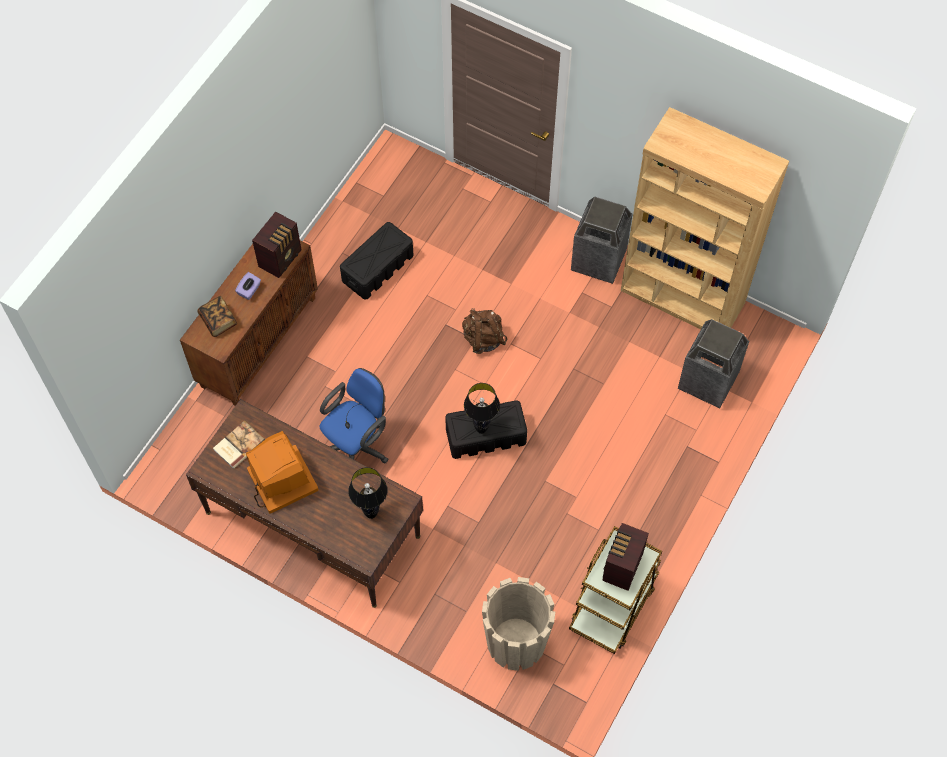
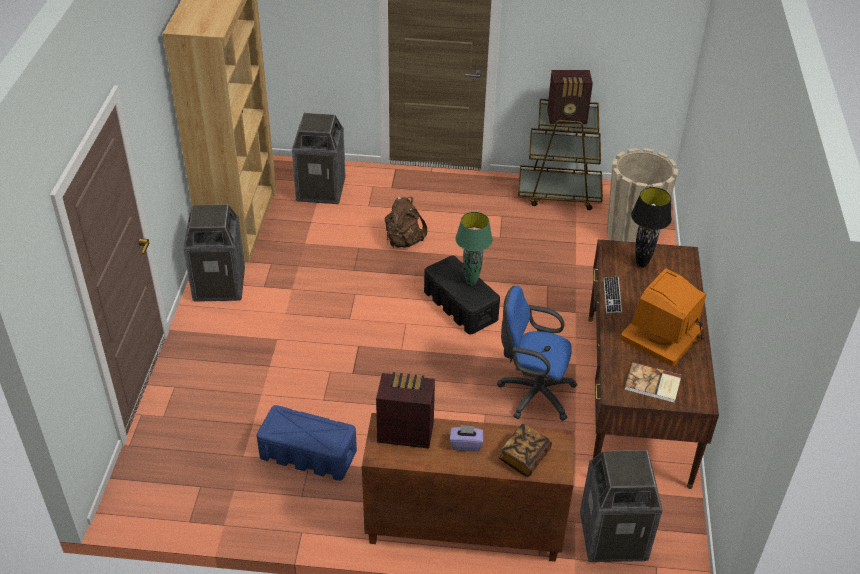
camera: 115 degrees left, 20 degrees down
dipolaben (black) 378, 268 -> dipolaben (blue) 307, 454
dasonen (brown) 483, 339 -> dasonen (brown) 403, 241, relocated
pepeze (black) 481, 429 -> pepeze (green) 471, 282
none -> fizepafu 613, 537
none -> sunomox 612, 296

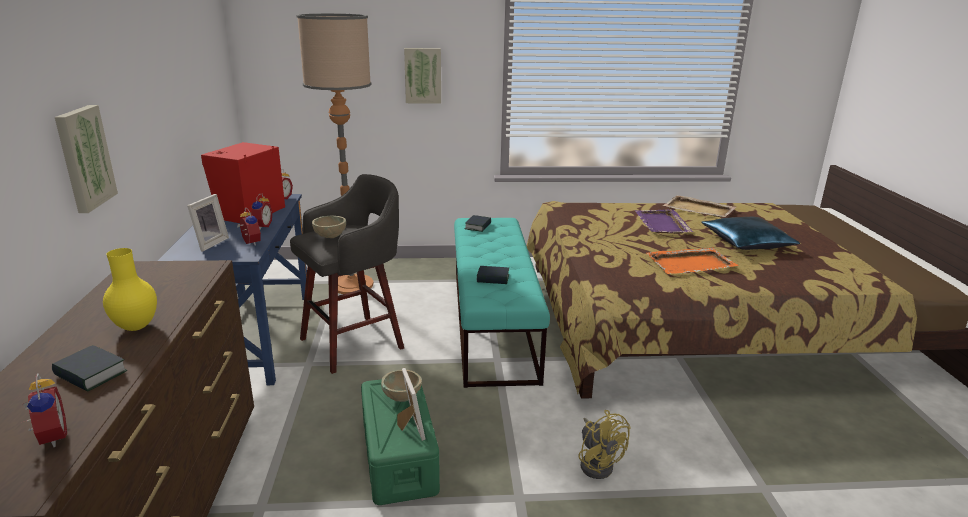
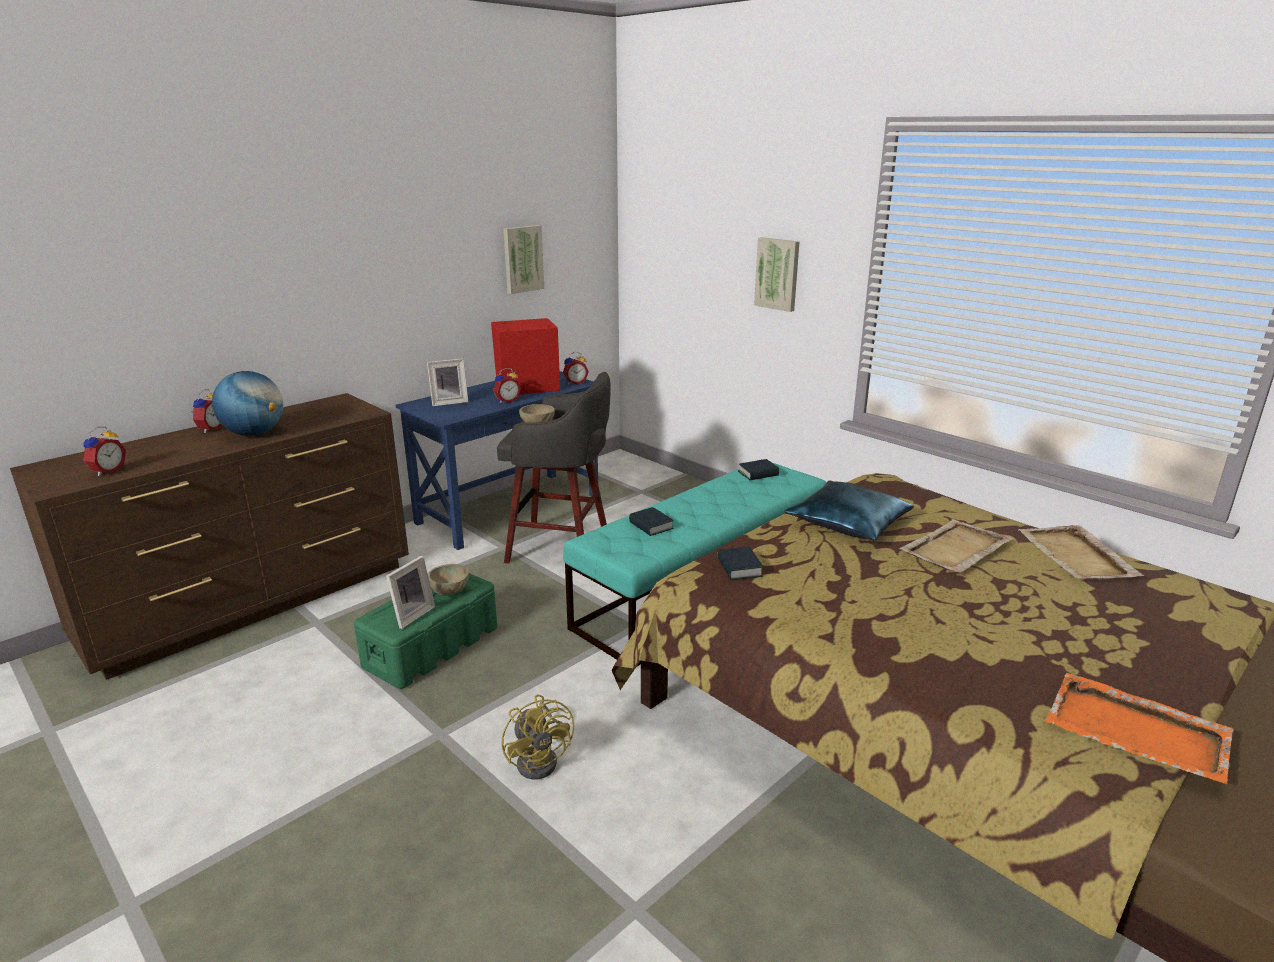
camera: 50 degrees right, 0 degrees up
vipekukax 249, 243 -> vipekukax 210, 429, relocated
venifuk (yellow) 135, 327 -> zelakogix 254, 433
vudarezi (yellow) 597, 463 -> vudarezi (yellow) 542, 759, 45 degrees counterclockwise
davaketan 83, 158 -> davaketan 522, 259, relocated
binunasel 91, 374 -> binunasel 739, 568, relocated
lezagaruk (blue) 747, 243 -> lezagaruk (blue) 848, 522, relocated
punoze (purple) 662, 224 -> punoze (beige) 954, 549
punoze (orange) 691, 263 -> punoze (orange) 1138, 732, relocated
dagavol 351, 284 -> none

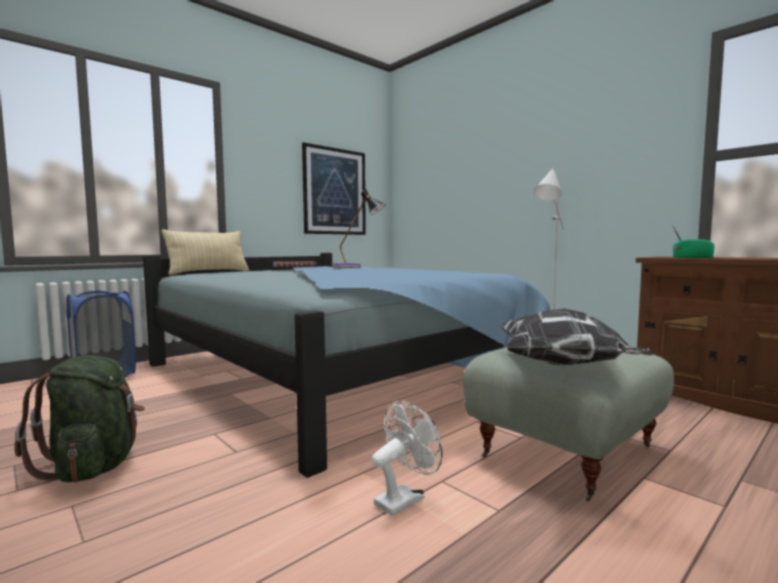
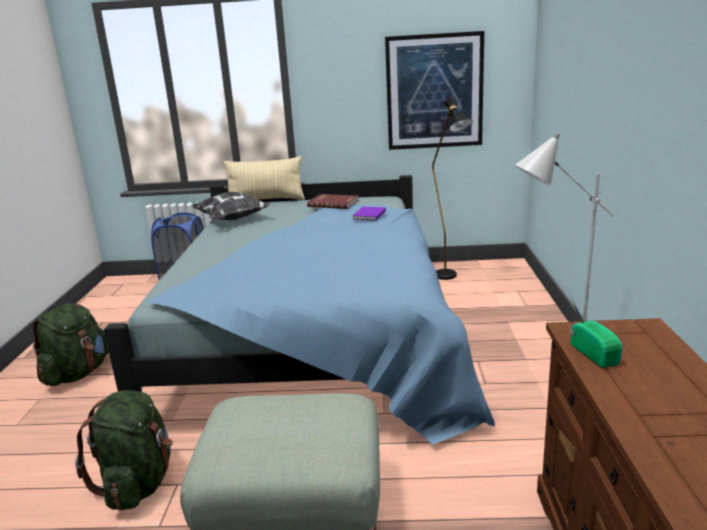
camera: 45 degrees right, 15 degrees up
vudarezi (white) 404, 498 -> dasonen (green) 138, 483
lezagaruk 564, 366 -> lezagaruk 231, 220, relocated

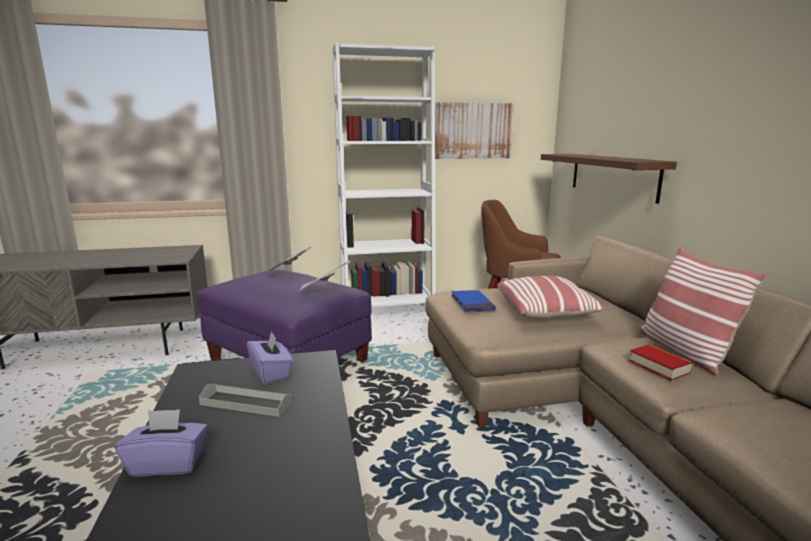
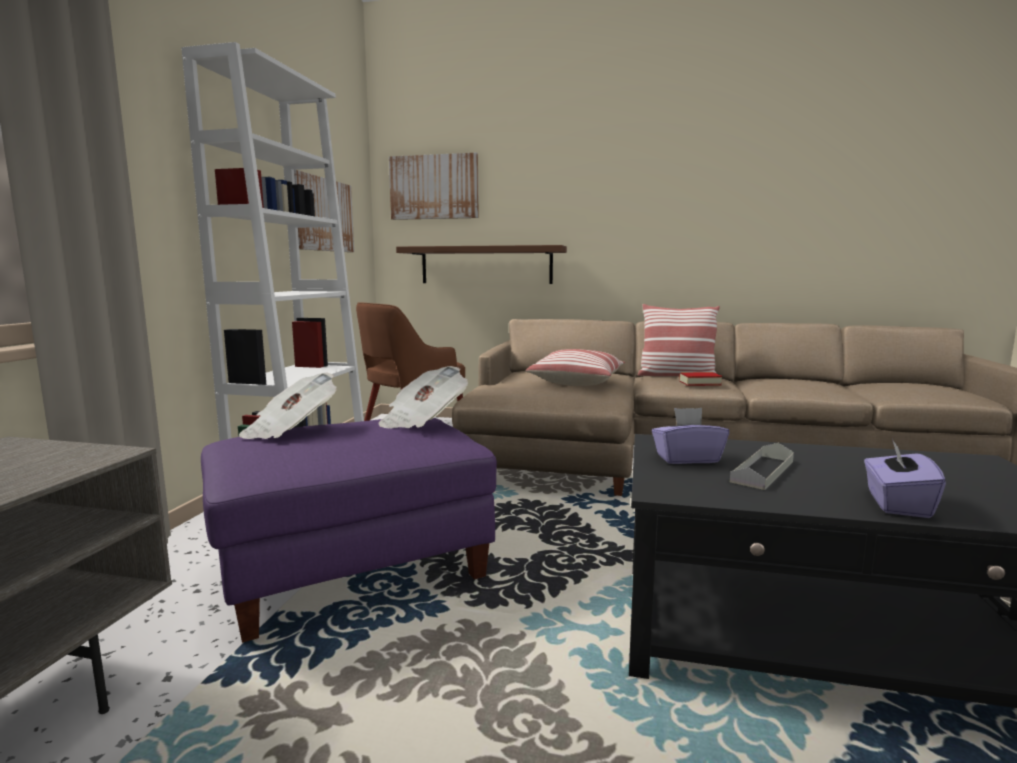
camera: 65 degrees left, 5 degrees down
none -> davaketan 434, 187
binunasel (blue) 472, 303 -> none

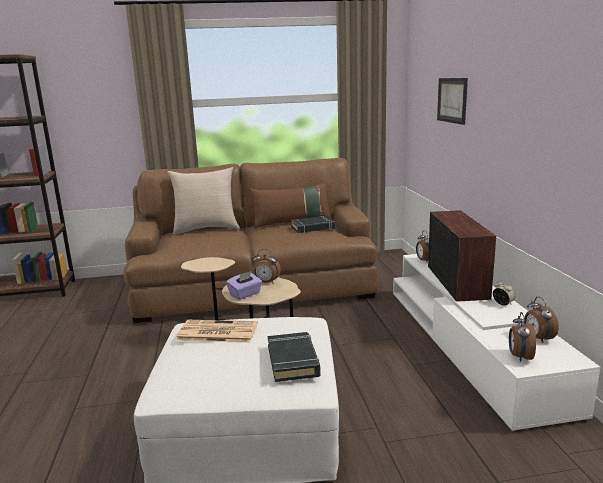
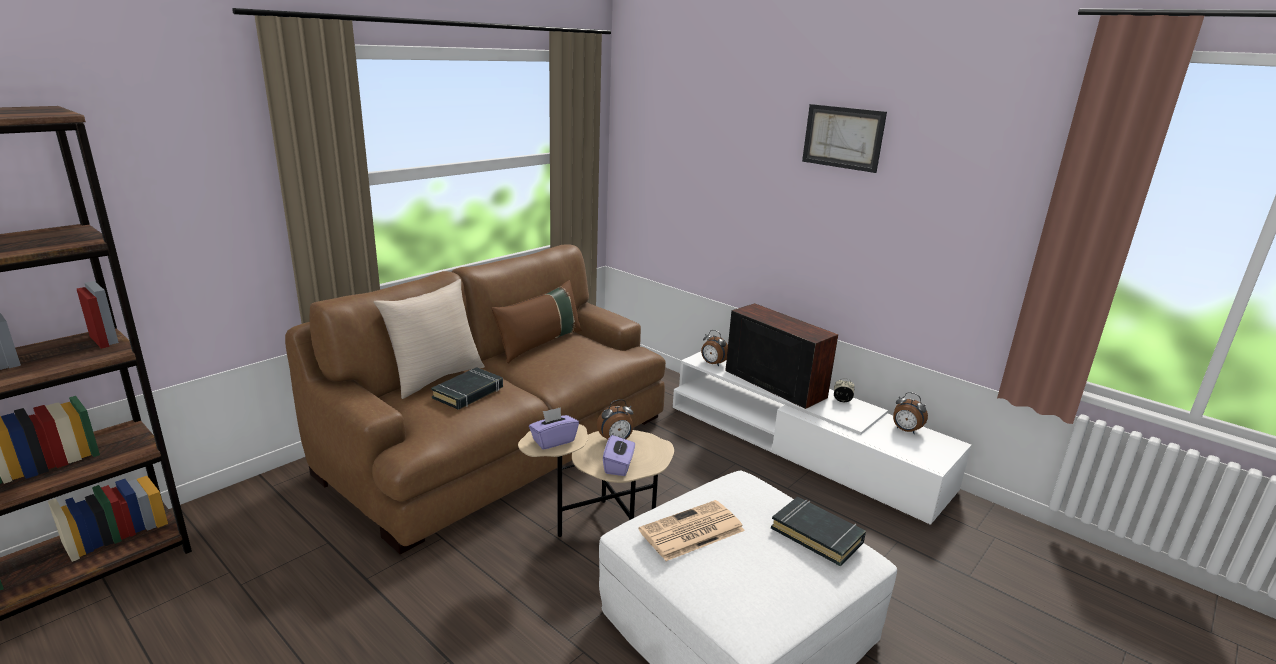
camera: 40 degrees left, 5 degrees up
binunasel (black) 313, 227 -> binunasel (black) 468, 393, relocated
none -> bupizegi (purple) 553, 441
davaketan 452, 100 -> davaketan 843, 137, relocated
vipekukax 519, 357 -> none

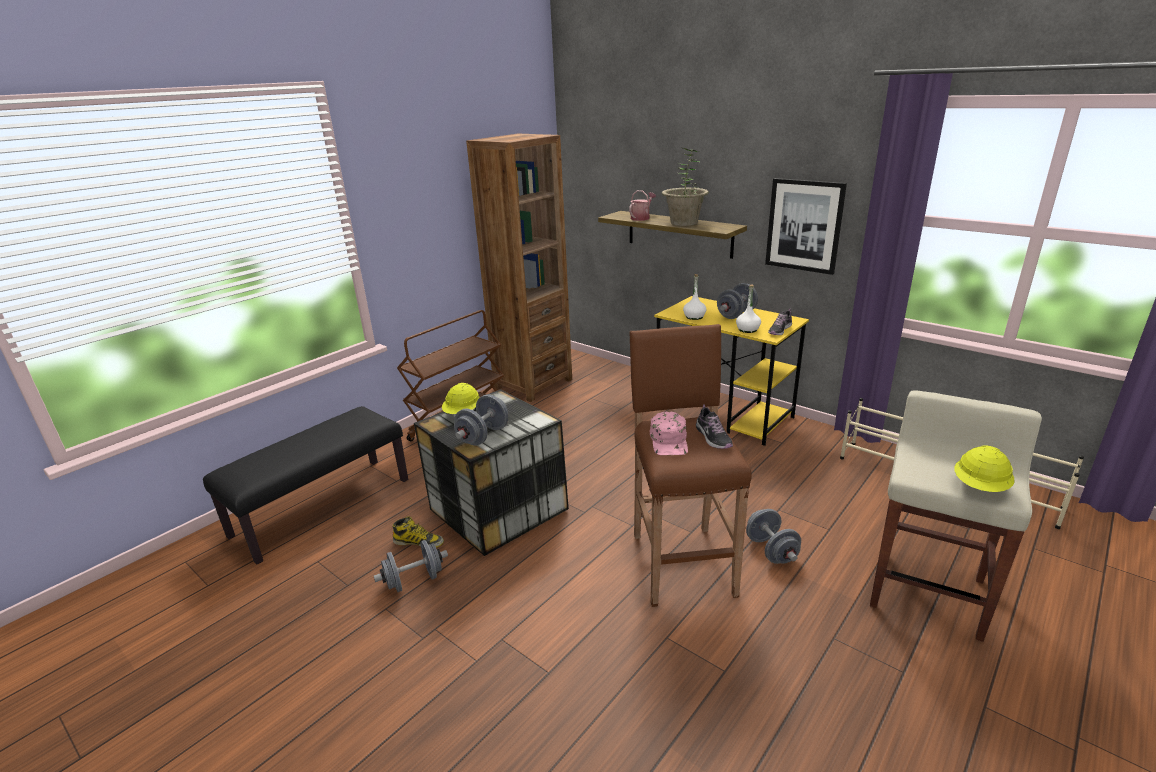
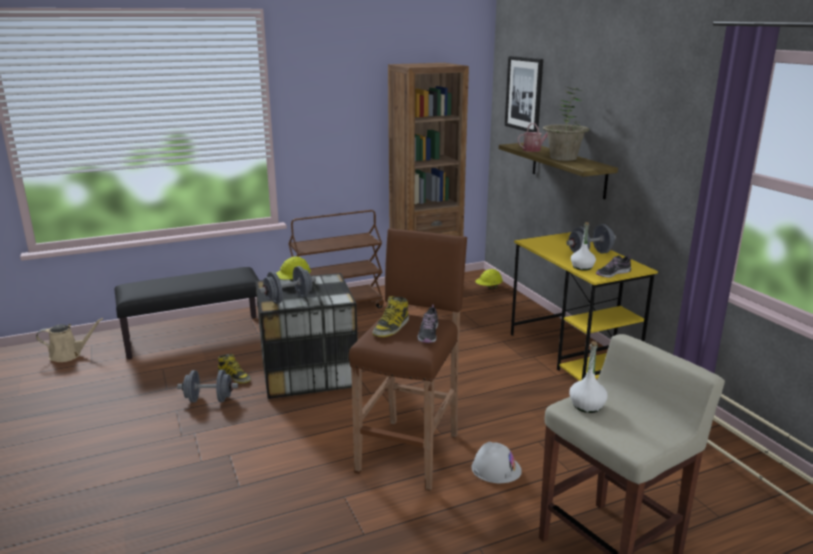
camera: 25 degrees right, 5 degrees down
none -> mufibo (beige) 69, 355
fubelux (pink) 669, 441 -> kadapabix 391, 328
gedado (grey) 771, 550 -> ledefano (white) 496, 468
ledefano (yellow) 980, 488 -> ledefano (yellow) 488, 288, relocated
davaketan 804, 225 -> davaketan 524, 94, relocated
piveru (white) 694, 317 -> piveru (white) 587, 405, relocated

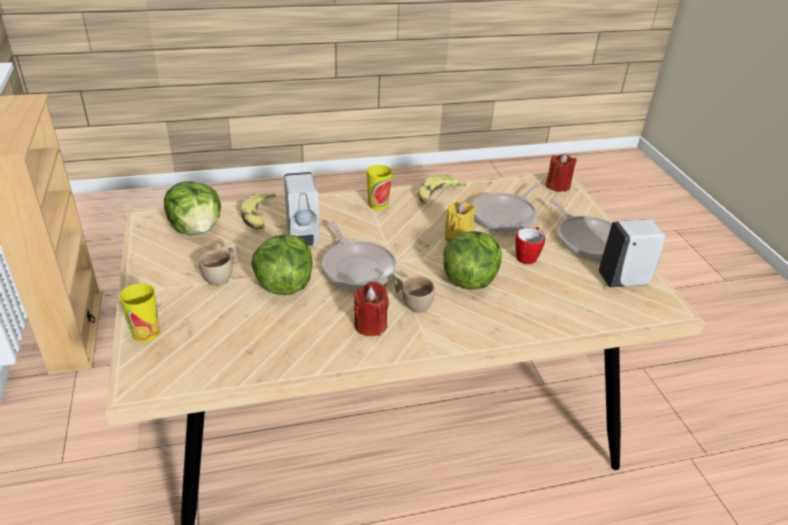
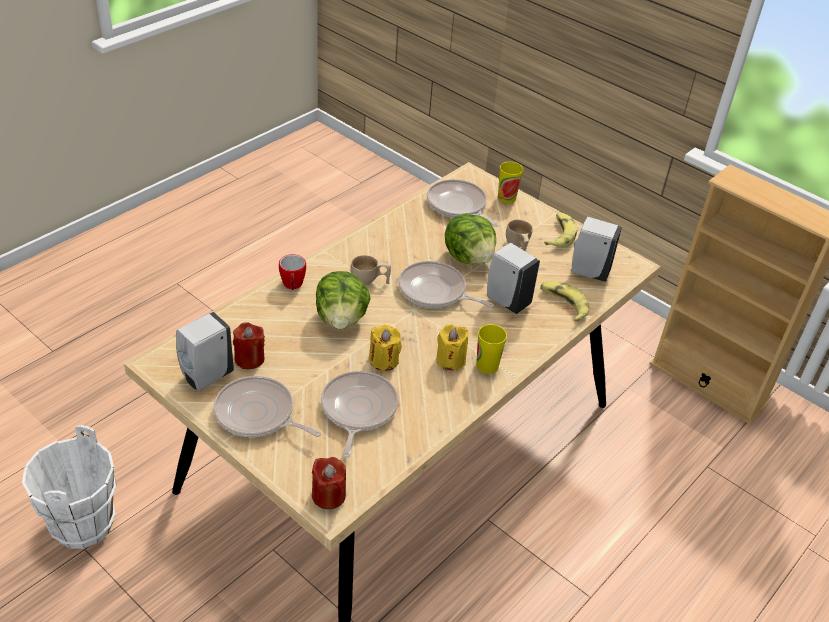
camera: 145 degrees right, 5 degrees up
none -> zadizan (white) 82, 525
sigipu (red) 370, 325 -> sigipu (red) 249, 359, relocated
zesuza 528, 256 -> zesuza 292, 286, relocated
none -> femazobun 458, 206
none -> sigipu (yellow) 450, 360
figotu 437, 194 -> figotu 559, 235, relocated
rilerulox 197, 229 -> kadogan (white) 588, 272

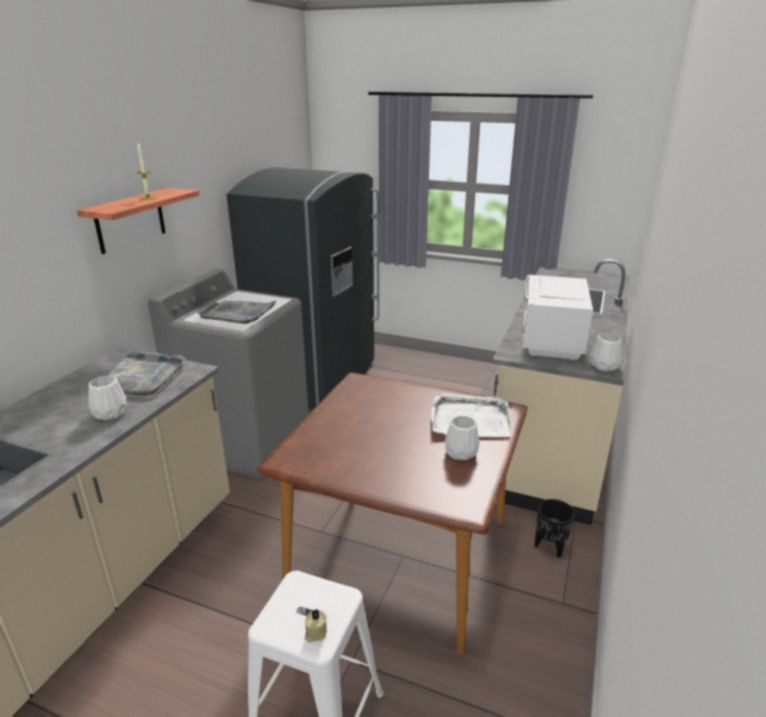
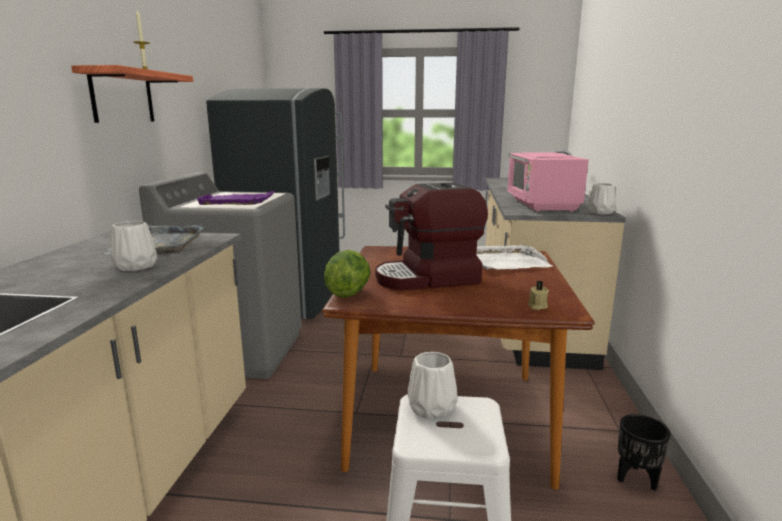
camera: 15 degrees left, 10 degrees down
punoze (grey) 238, 313 -> punoze (purple) 238, 201
none -> rilerulox 348, 293
none -> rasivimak 428, 278
venifuk (white) 461, 453 -> venifuk (white) 432, 408, relocated
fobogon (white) 550, 341 -> fobogon (pink) 541, 205
sigipu (beige) 315, 633 -> sigipu (beige) 537, 306, relocated
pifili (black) 550, 547 -> pifili (black) 636, 479, relocated

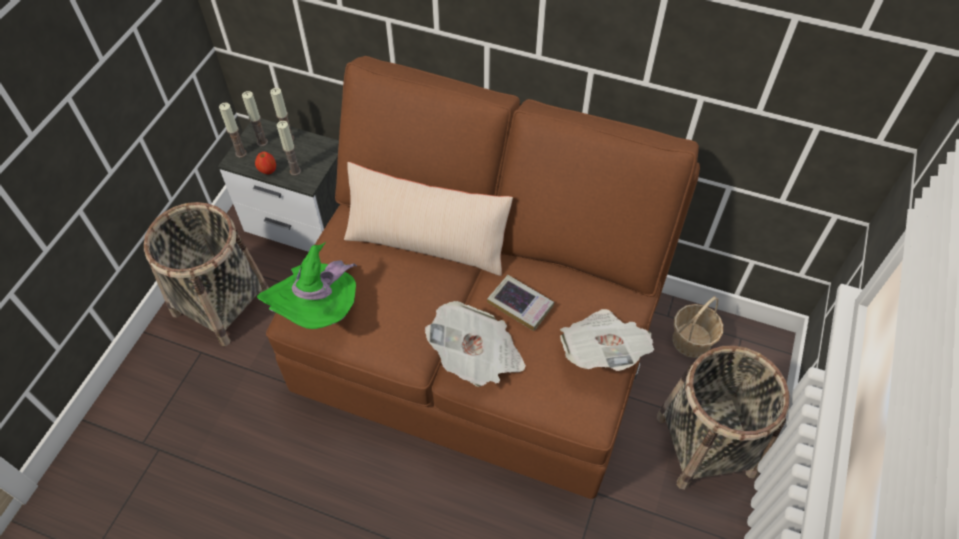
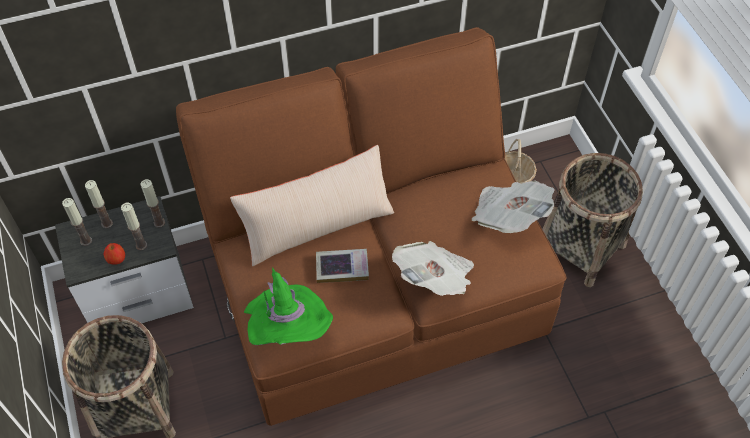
camera: 40 degrees left, 0 degrees up
sigipu 241, 153 -> sigipu 159, 222, relocated
binunasel 520, 305 -> binunasel 342, 268, relocated

